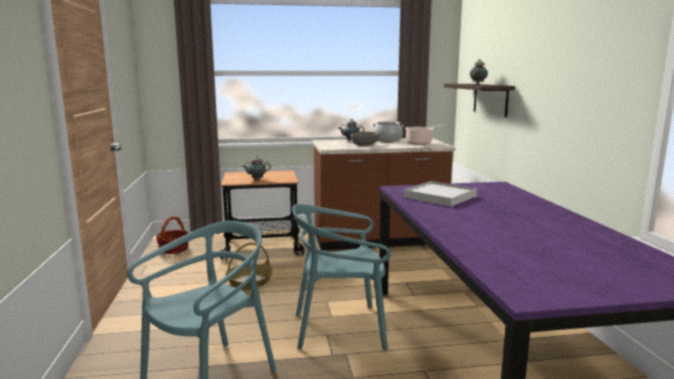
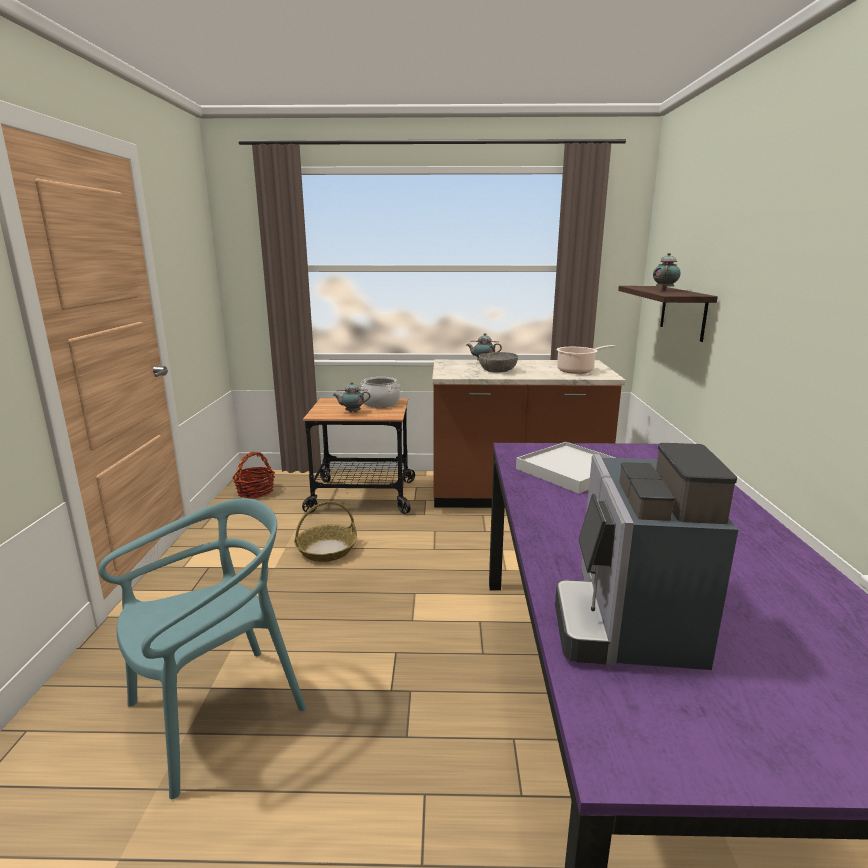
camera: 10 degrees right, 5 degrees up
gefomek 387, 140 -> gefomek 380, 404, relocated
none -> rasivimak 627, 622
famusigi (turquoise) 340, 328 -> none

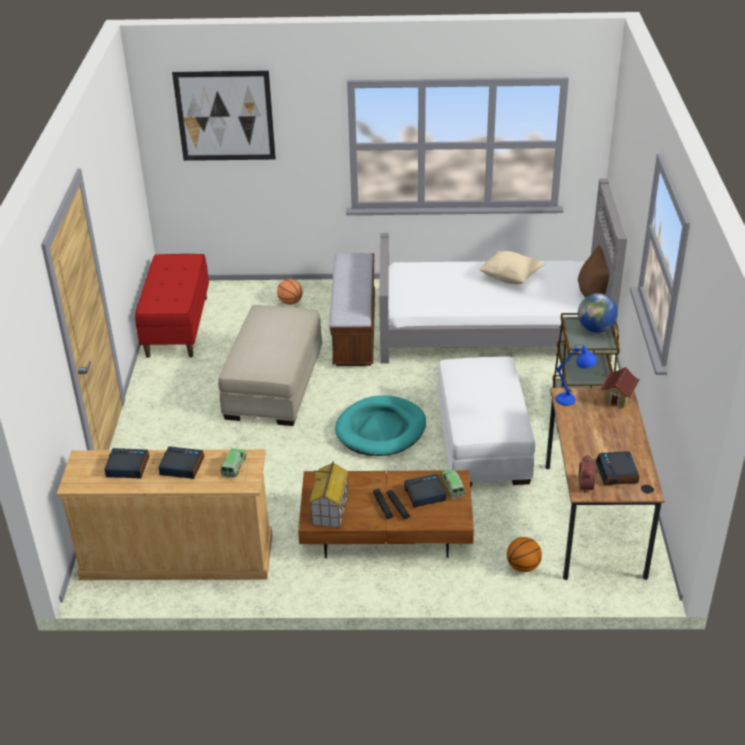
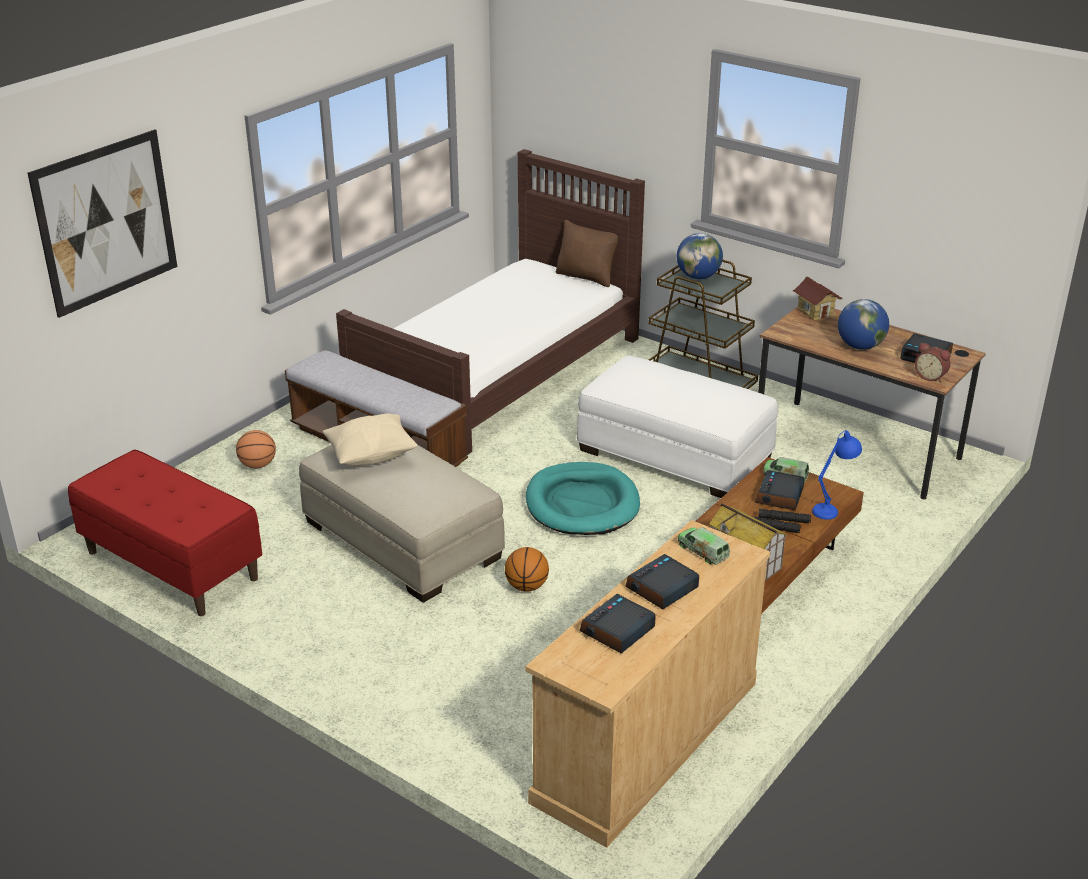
camera: 55 degrees left, 5 degrees down
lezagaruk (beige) 510, 278 -> lezagaruk (beige) 372, 456, relocated
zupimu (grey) 492, 328 -> zupimu (brown) 498, 370
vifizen 522, 566 -> vifizen 526, 586, relocated
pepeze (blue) 573, 401 -> pepeze (blue) 833, 509, relocated
none -> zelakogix 860, 346

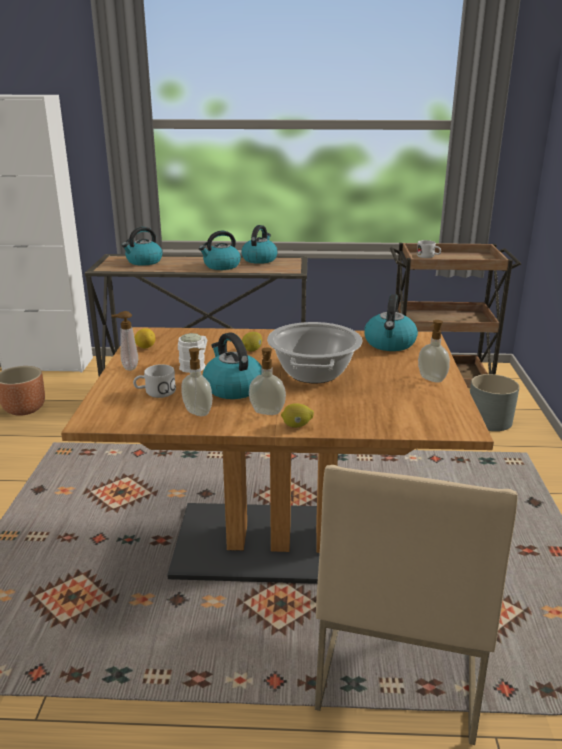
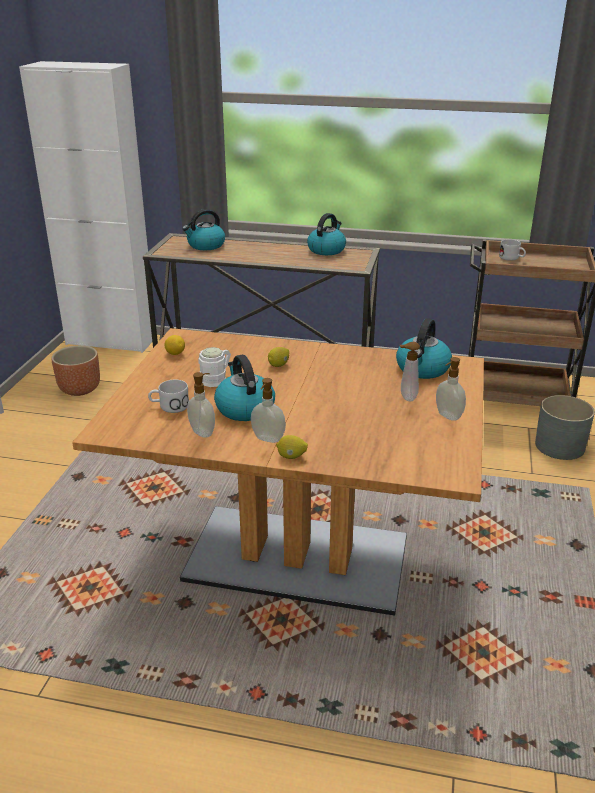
camera: 10 degrees right, 5 degrees up
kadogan 128, 368 -> kadogan 406, 398, relocated
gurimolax 221, 266 -> none
gefomek 313, 372 -> none
famusigi (beige) 398, 658 -> none

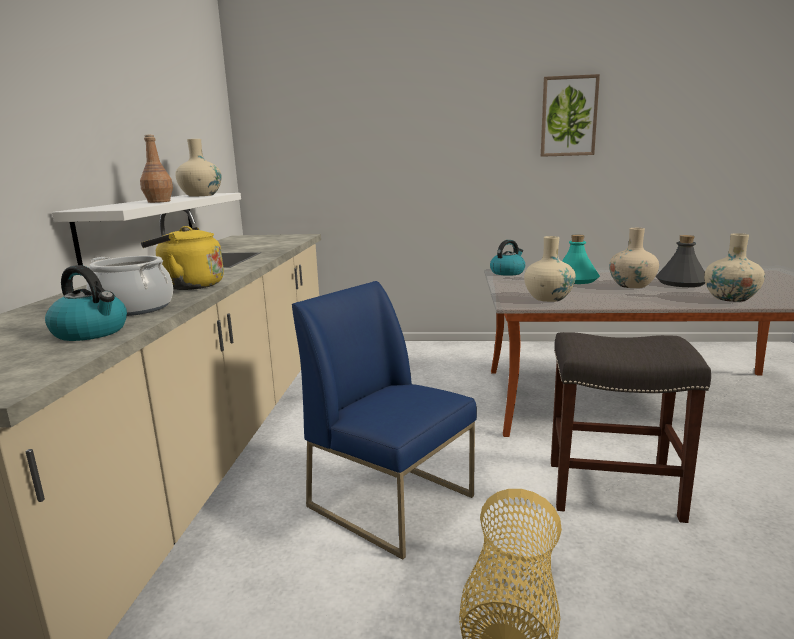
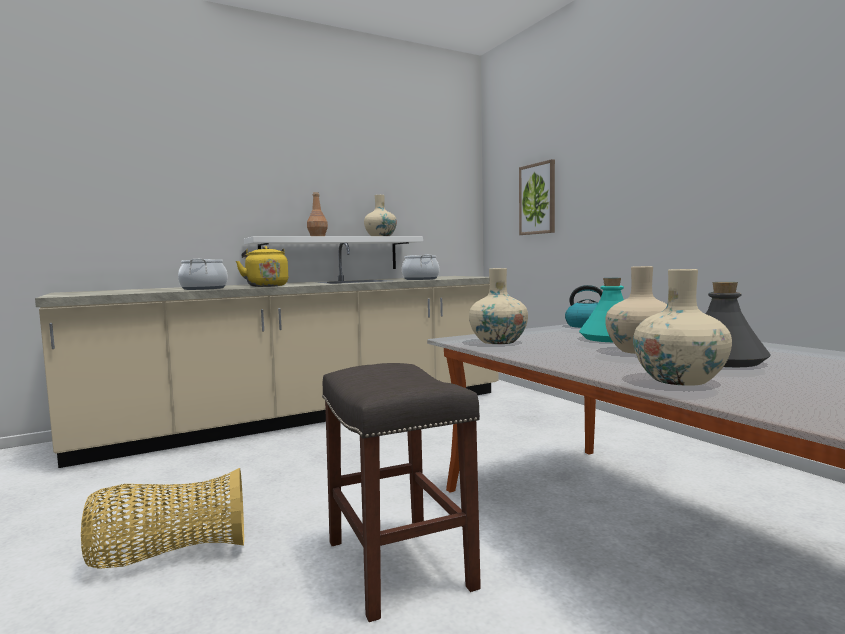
camera: 55 degrees right, 10 degrees down
none -> gefomek 420, 279
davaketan 568, 116 -> davaketan 537, 199, relocated
gurimolax 92, 332 -> none
famusigi (blue) 392, 501 -> none

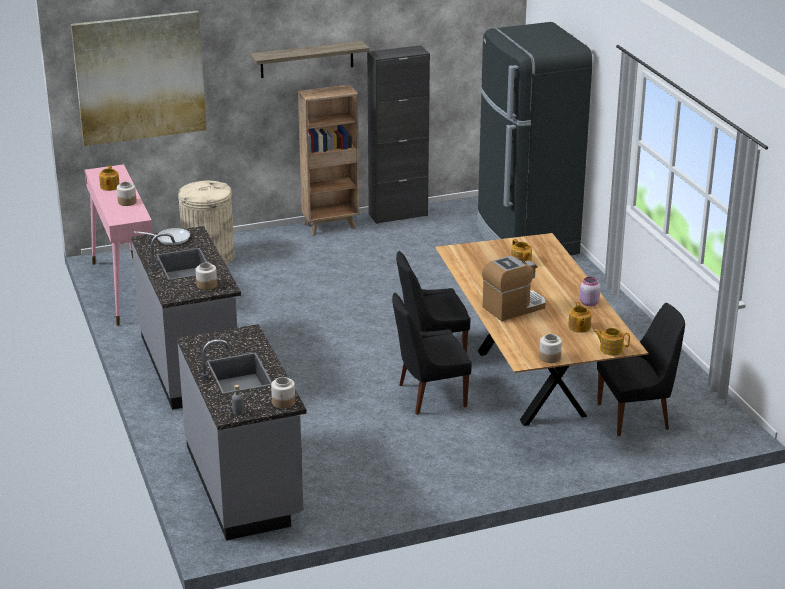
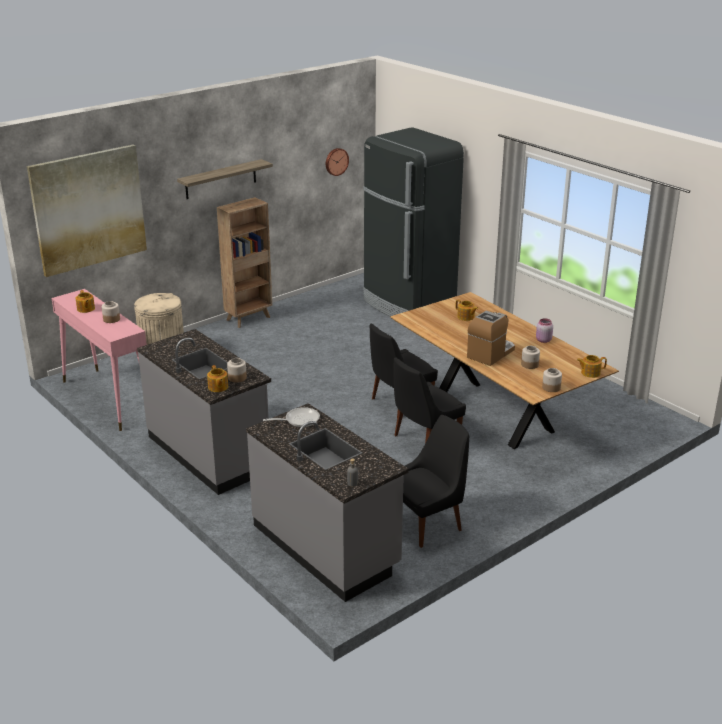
camera: 20 degrees left, 0 degrees up
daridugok 579, 327 -> daridugok 218, 387, relocated
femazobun 170, 239 -> femazobun 299, 420, relocated
none -> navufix 336, 161
famusigi (black) 636, 416 -> famusigi (black) 427, 523, relocated
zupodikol 283, 402 -> zupodikol 530, 365, relocated
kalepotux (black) 398, 215 -> none

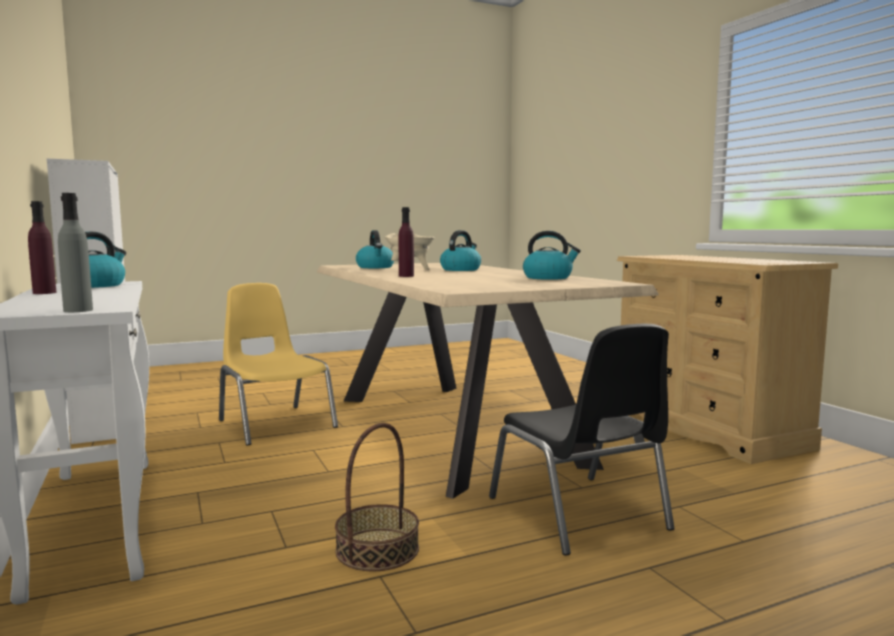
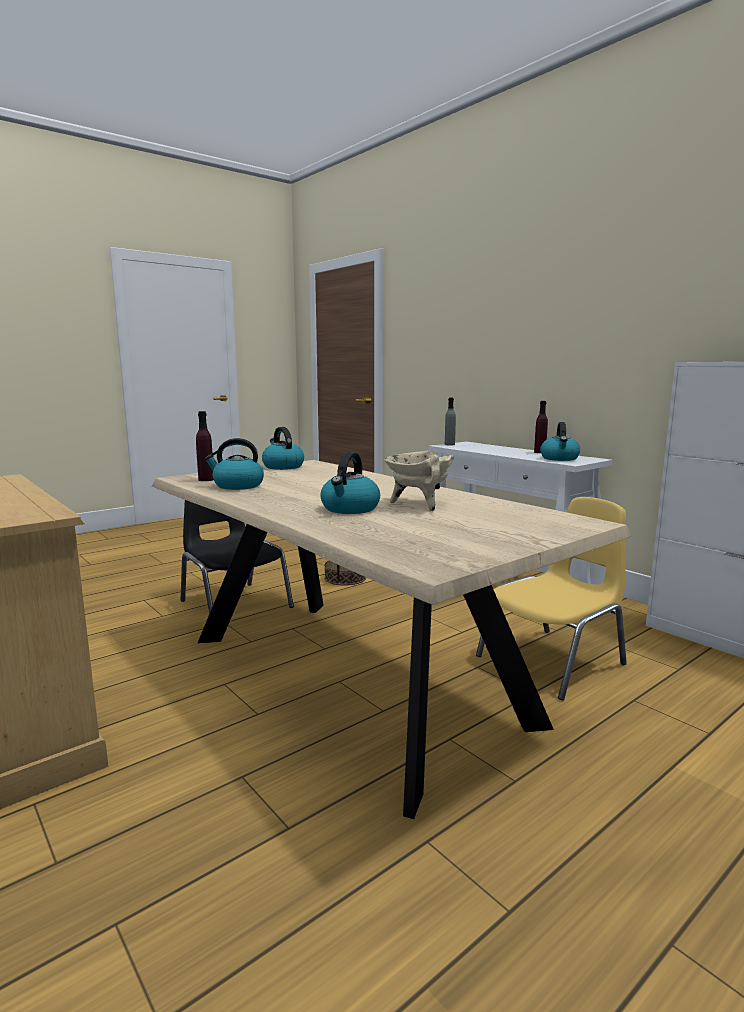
camera: 165 degrees right, 5 degrees up
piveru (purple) 406, 276 -> piveru (purple) 206, 479, relocated
gurimolax 375, 267 -> gurimolax 282, 466, relocated
famusigi (yellow) 275, 424 -> famusigi (yellow) 553, 661, 75 degrees counterclockwise

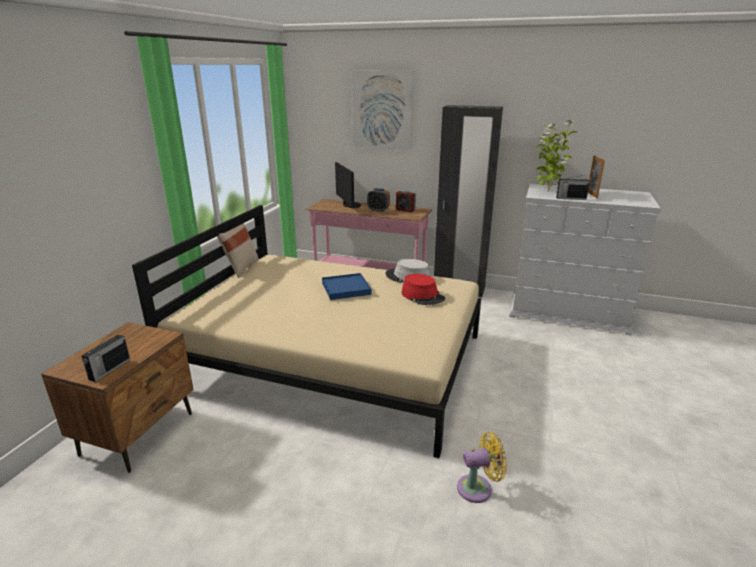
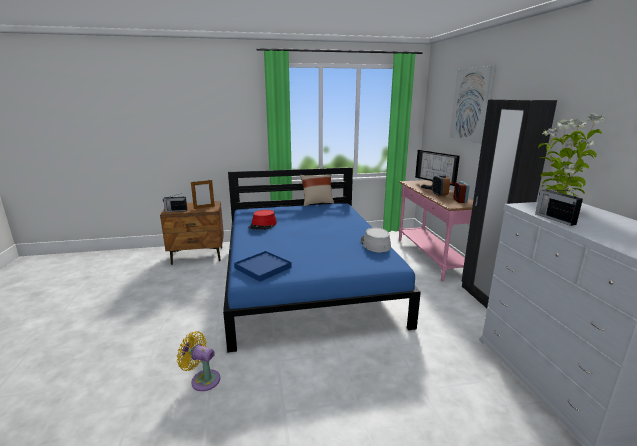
camera: 60 degrees right, 5 degrees down
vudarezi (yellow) 478, 488 -> vudarezi (yellow) 203, 379, 150 degrees clockwise
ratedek 592, 195 -> ratedek 204, 207, relocated
zupimu (beige) 332, 358 -> zupimu (blue) 306, 279
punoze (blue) 346, 288 -> punoze (blue) 263, 268, relocated
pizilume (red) 423, 296 -> pizilume (red) 263, 225, relocated
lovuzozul 350, 205 -> lovuzozul 431, 187, 105 degrees clockwise

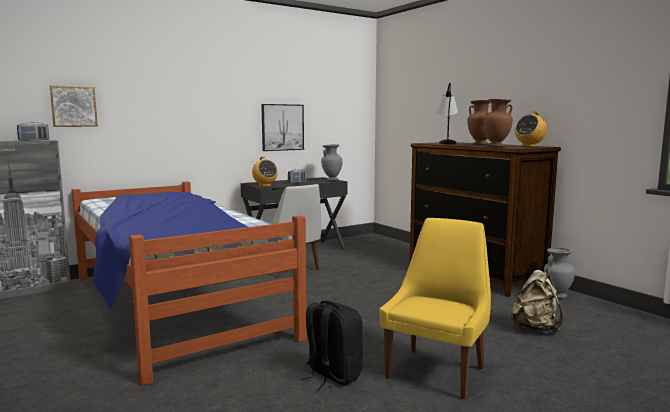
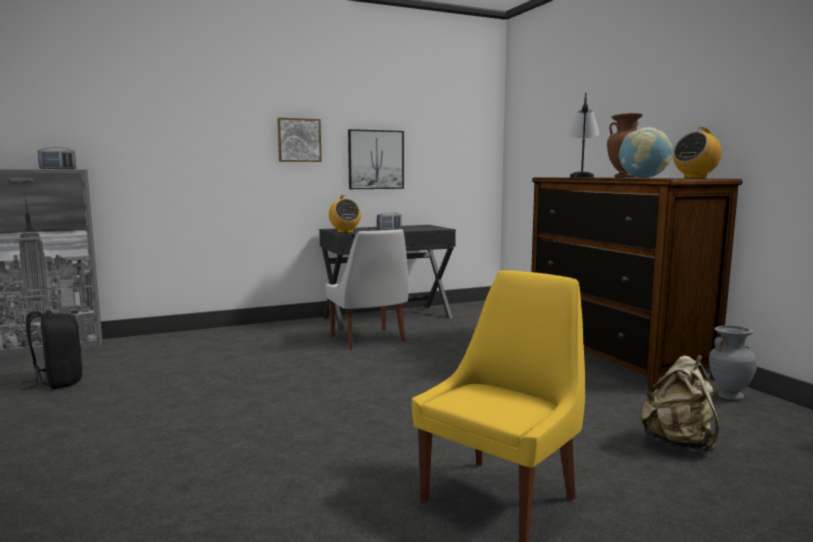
camera: 10 degrees right, 0 degrees up
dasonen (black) 332, 375 -> dasonen (black) 57, 382, relocated
davaketan 73, 106 -> davaketan 299, 140, relocated
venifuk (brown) 496, 146 -> zelakogix 643, 178
zupimu 172, 305 -> none
venifuk (grey) 331, 180 -> none

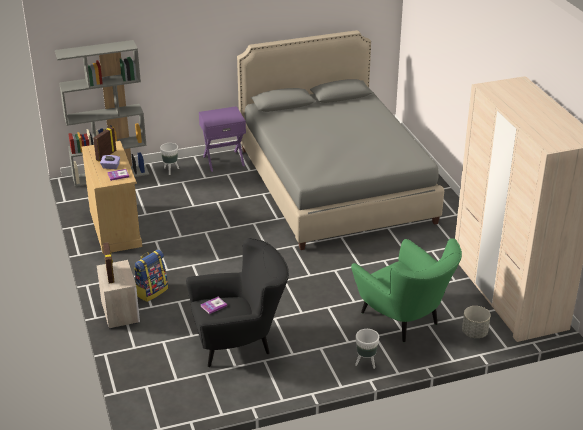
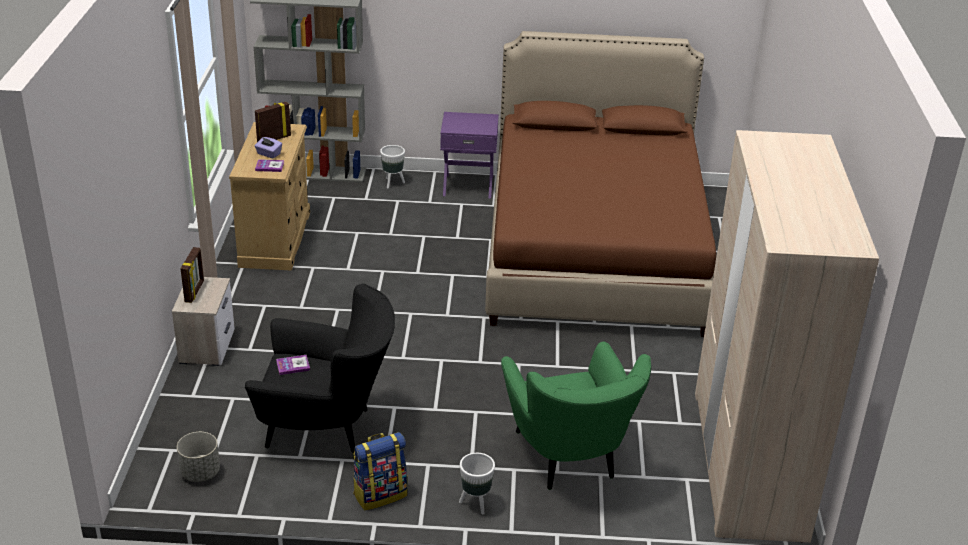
camera: 20 degrees right, 0 degrees up
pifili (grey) 474, 332 -> pifili (grey) 200, 472, relocated
dasonen 151, 291 -> dasonen 380, 494, relocated
zupimu (grey) 334, 185 -> zupimu (brown) 594, 250

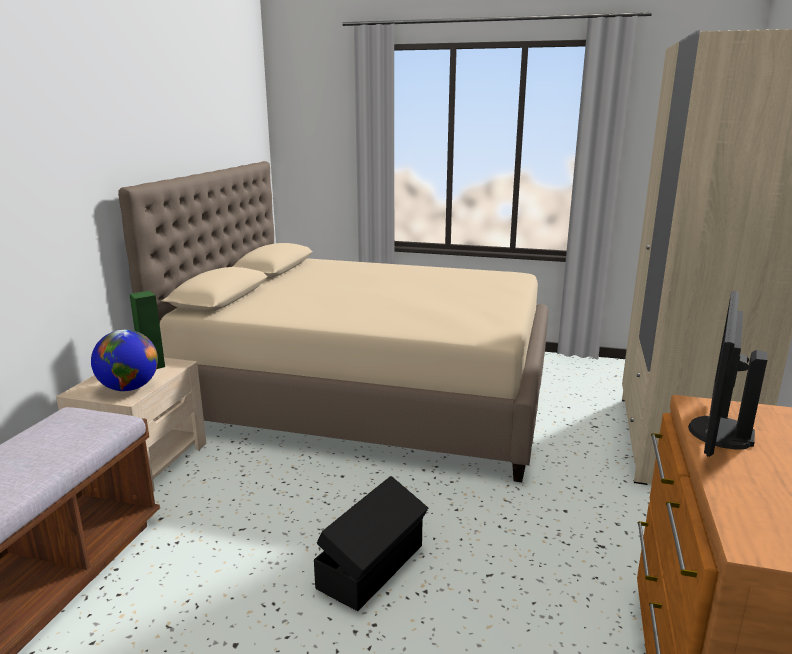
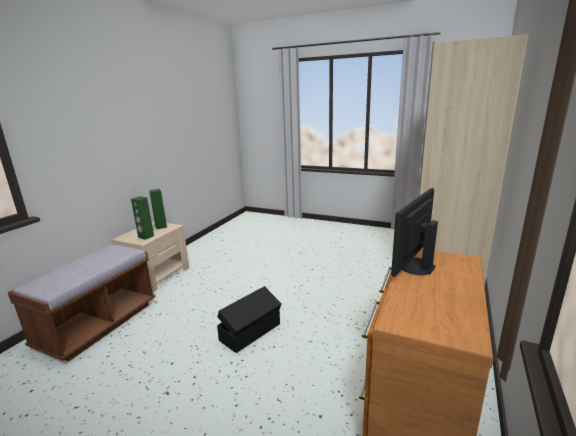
camera: 10 degrees right, 0 degrees up
zelakogix 129, 388 -> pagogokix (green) 146, 237
zupimu (beige) 368, 392 -> none

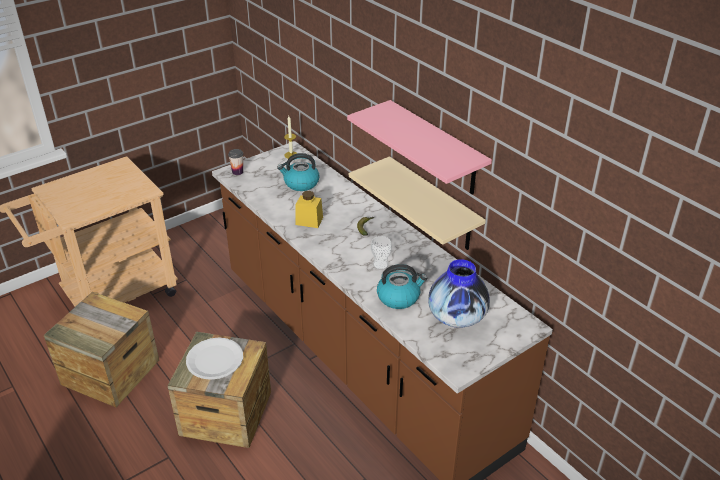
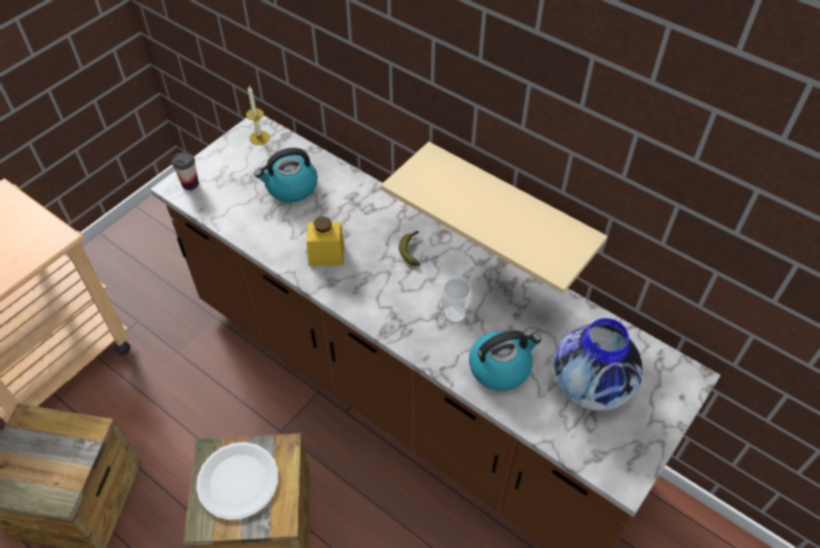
camera: 15 degrees left, 15 degrees up
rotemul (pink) 436, 149 -> none

